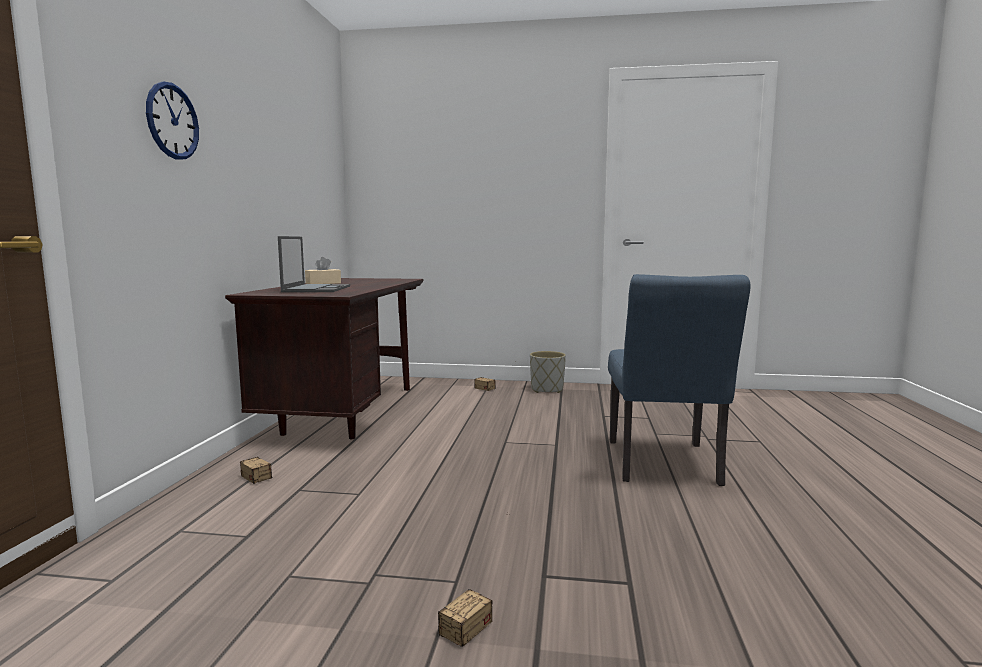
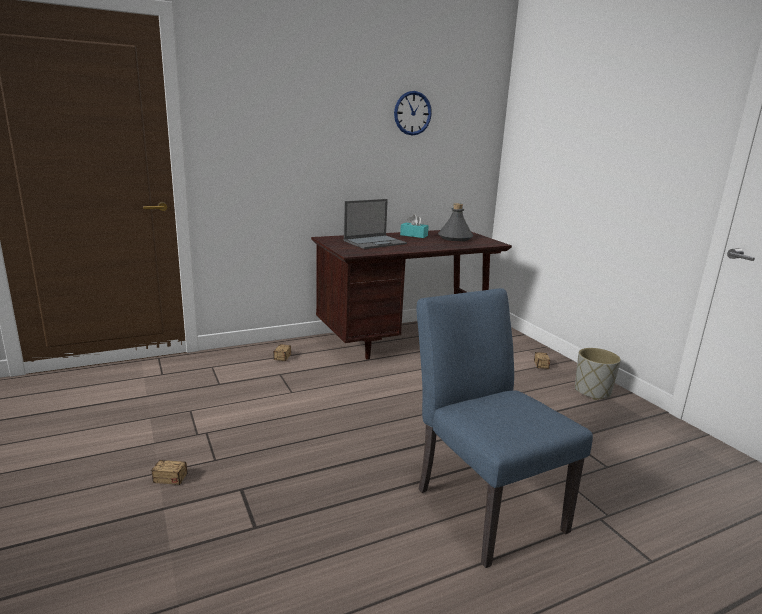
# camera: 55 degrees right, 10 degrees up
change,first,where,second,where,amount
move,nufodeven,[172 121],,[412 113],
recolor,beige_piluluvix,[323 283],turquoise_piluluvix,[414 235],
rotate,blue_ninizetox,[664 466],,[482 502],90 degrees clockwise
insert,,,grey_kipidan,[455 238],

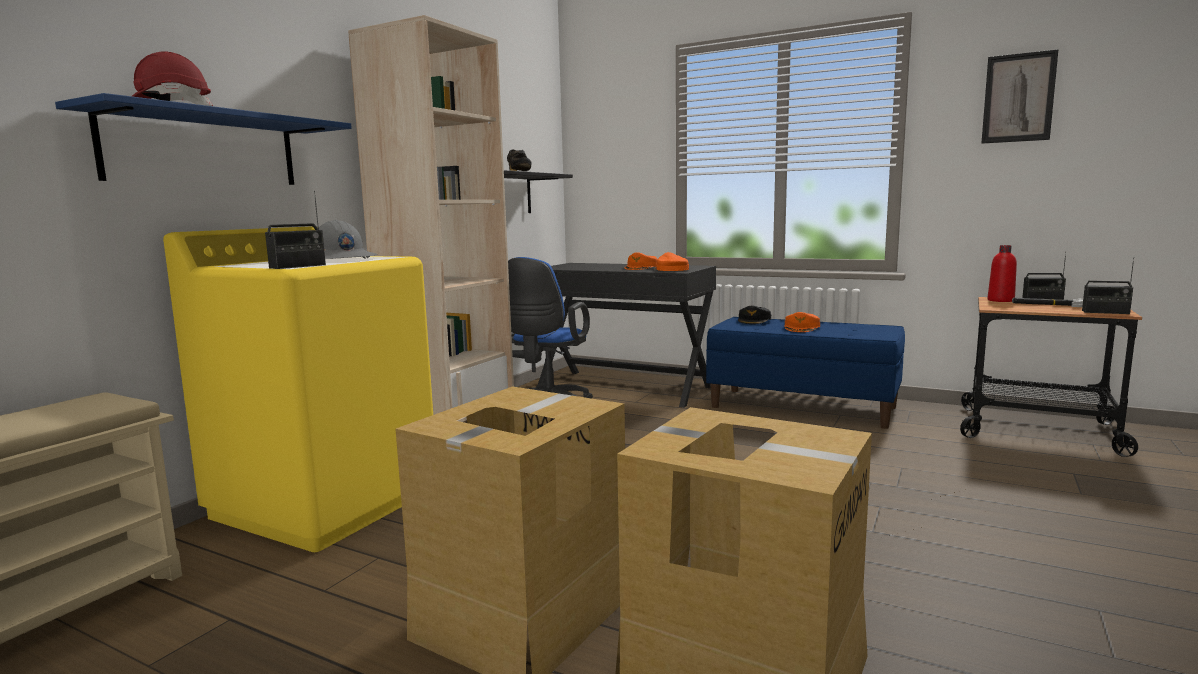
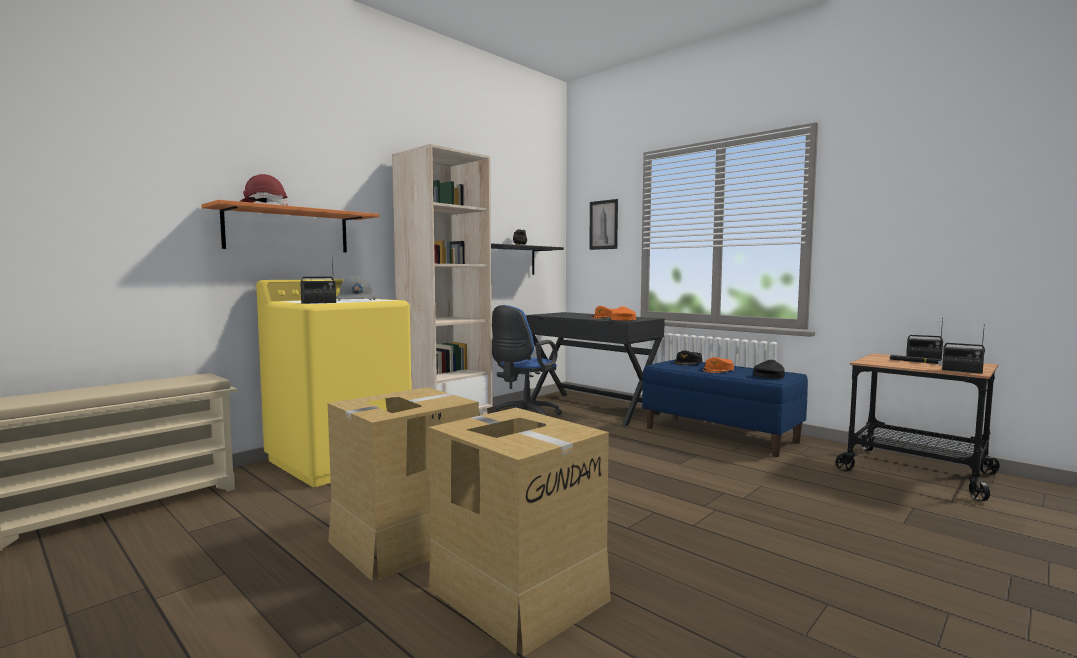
# camera: 15 degrees right, 5 degrees down
change,first,where,second,where,amount
recolor,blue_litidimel,[203 150],orange_litidimel,[288 231],
move,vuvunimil,[1018 98],,[603 225],
insert,,,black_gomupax,[768 376],
delete,red_kipidan,[1000 300],,,

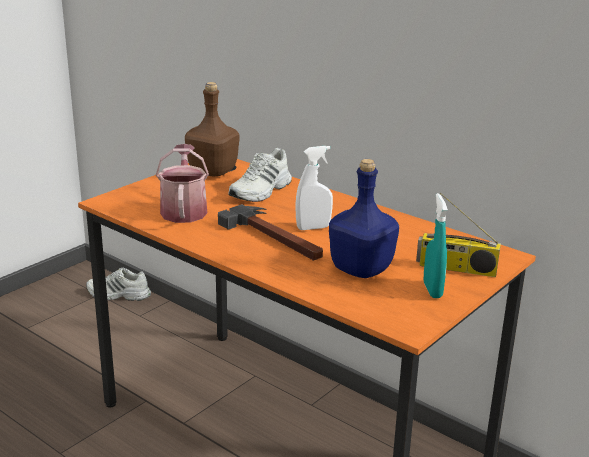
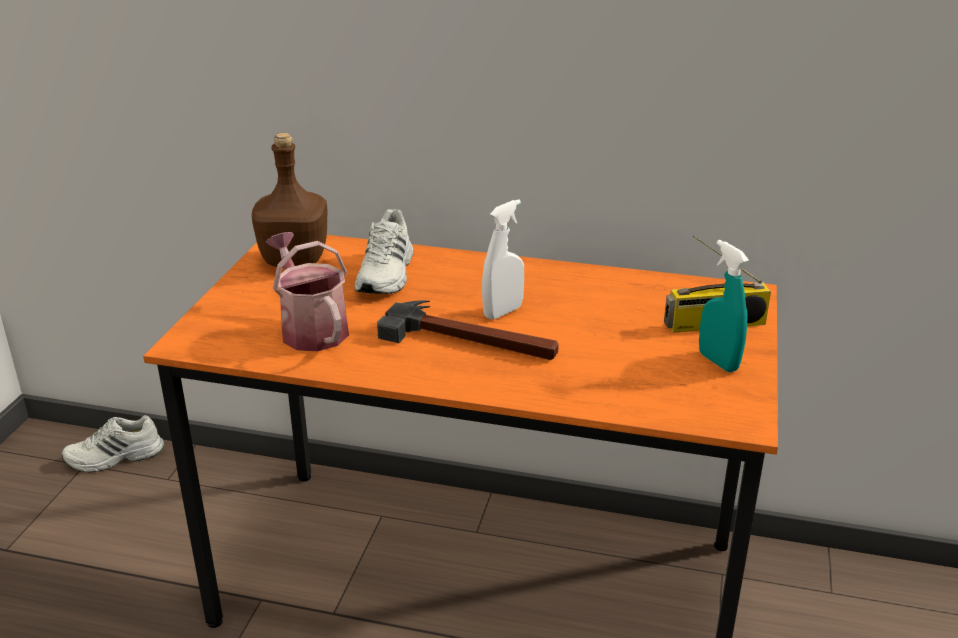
# camera: 25 degrees left, 5 degrees up
change,first,where,second,where,amount
delete,blue_kipidan,[360 269],,,

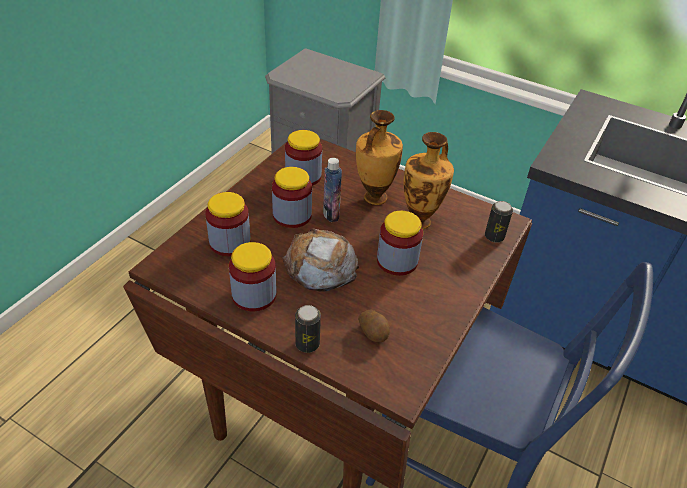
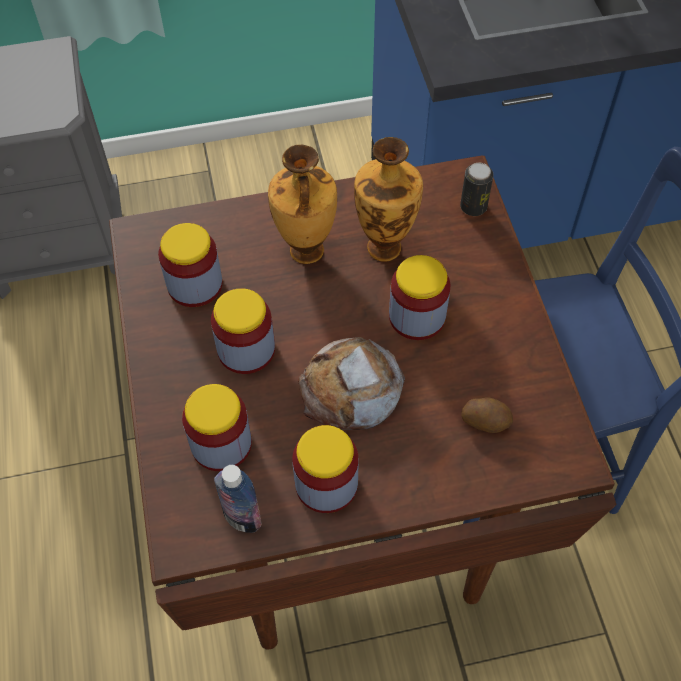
# camera: 40 degrees left, 15 degrees up
change,first,where,second,where,amount
move,kipidan,[331 214],,[242 518],
delete,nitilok,[307 344],,,

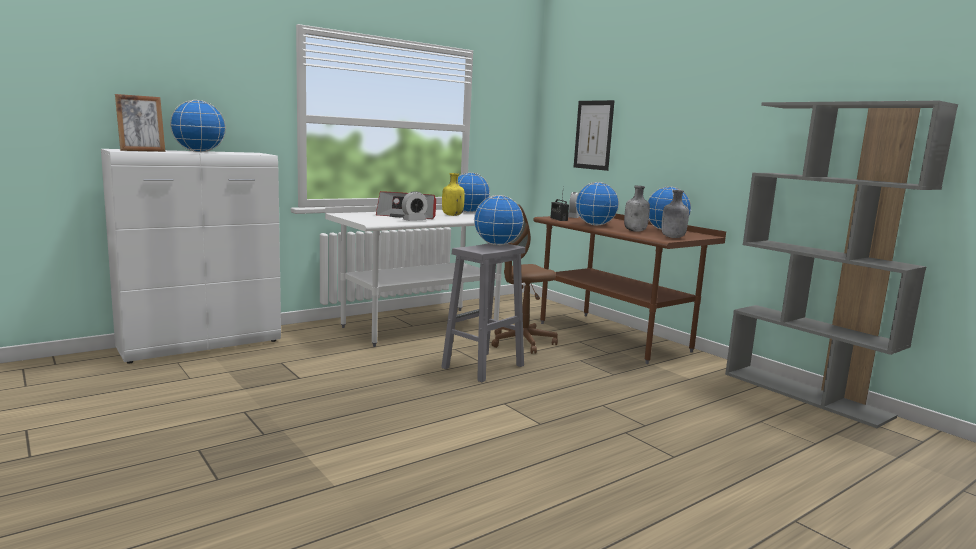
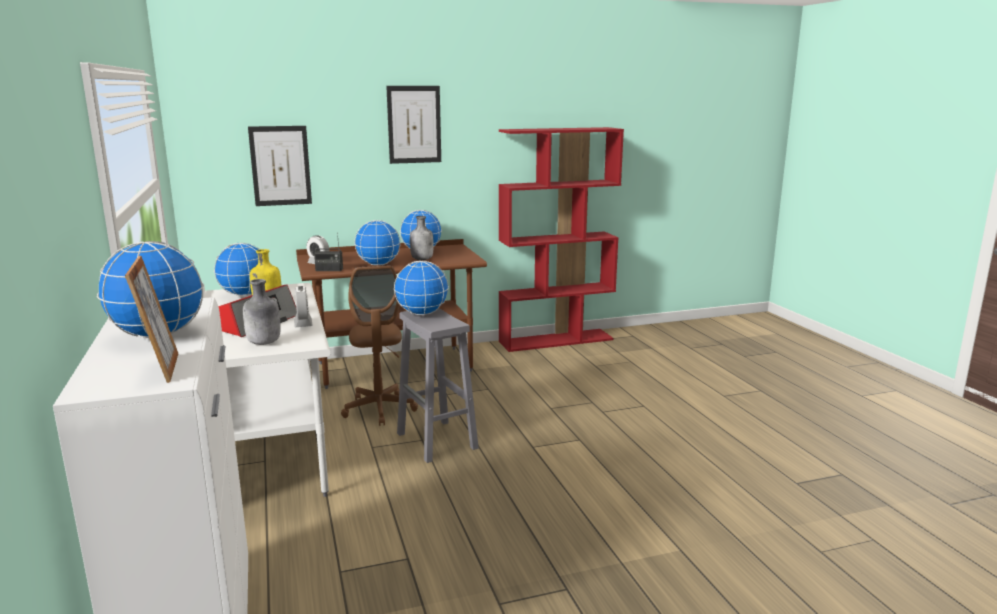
# camera: 70 degrees left, 5 degrees up
change,first,where,second,where,amount
move,grey_kipidan,[672 237],,[264 343],
insert,,,vuvunimil,[414 124],
recolor,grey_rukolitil,[806 394],red_rukolitil,[556 340],

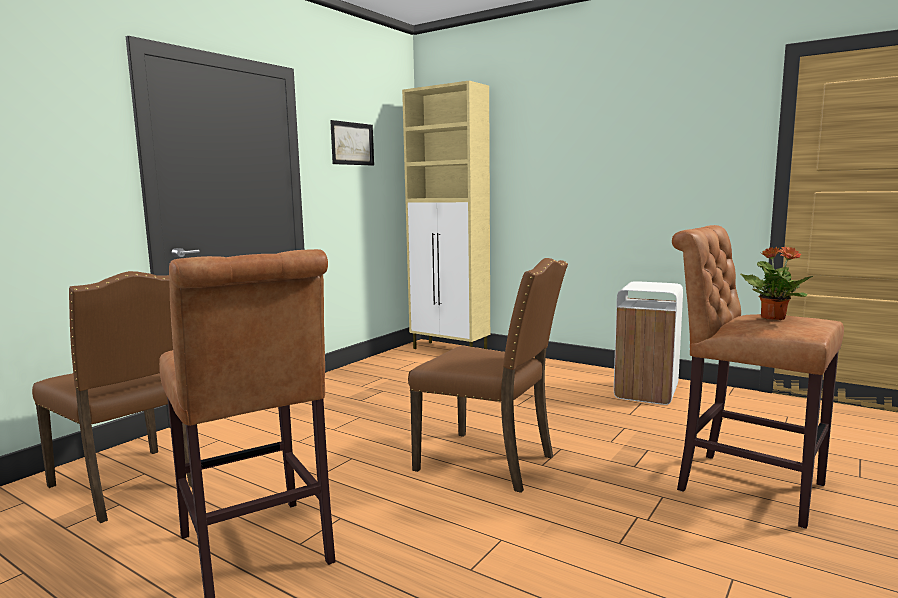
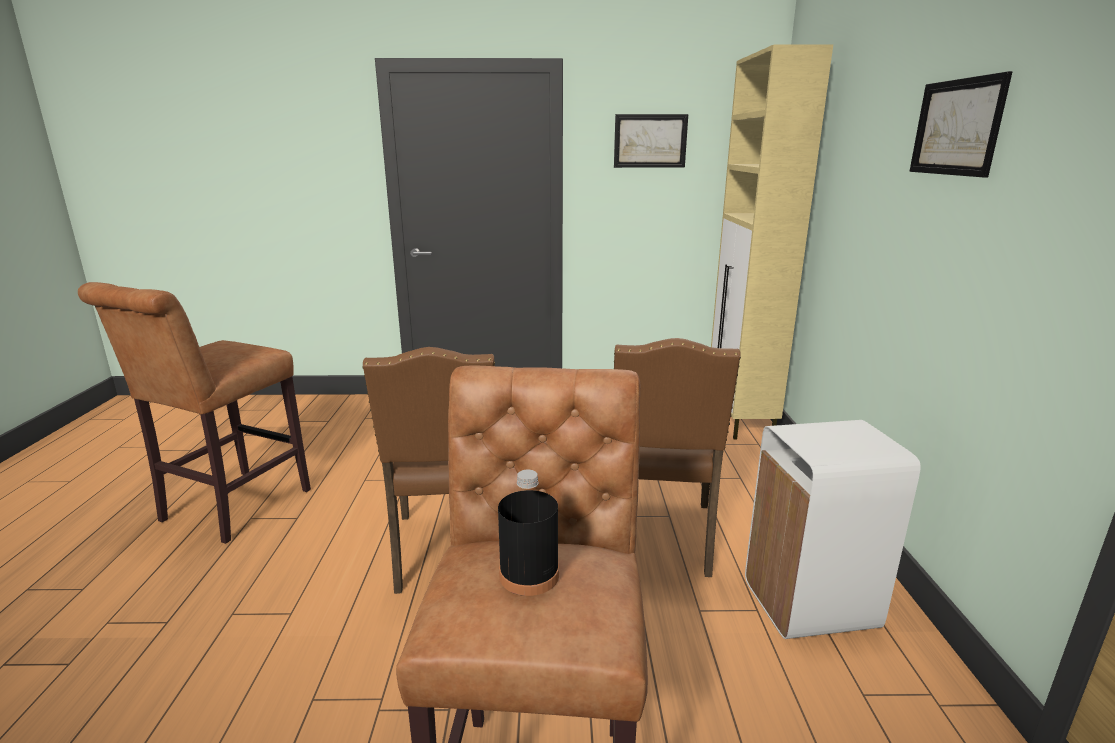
# camera: 55 degrees right, 10 degrees up
change,first,where,second,where,amount
replace,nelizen,[772 318],black_kipidan,[529 575],
move,brown_ninizetox,[128 485],,[657 536],
insert,,,vuvunimil,[956 127],

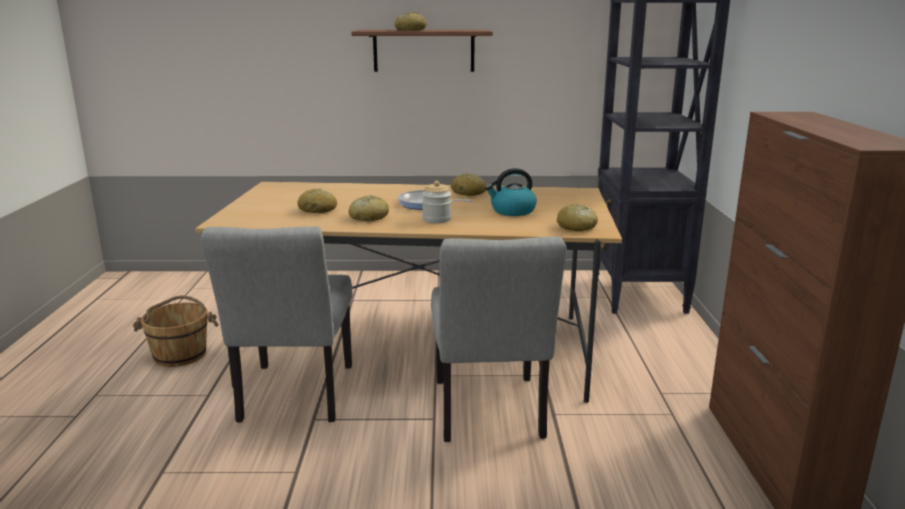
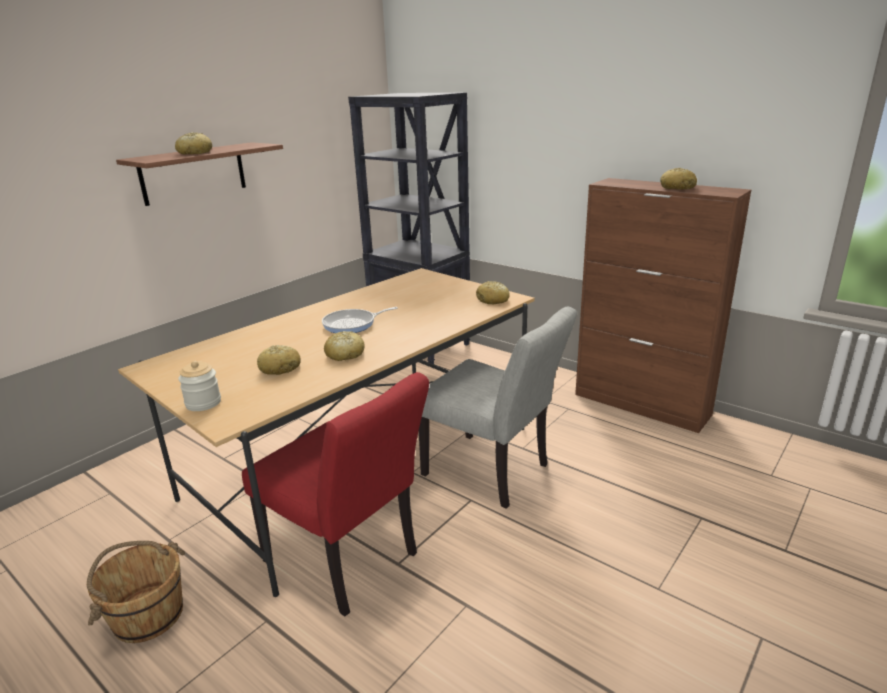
# camera: 50 degrees left, 5 degrees up
change,first,where,second,where,amount
move,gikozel,[436 219],,[203 403],
recolor,grey_ninizetox,[294 398],red_ninizetox,[349 562],
move,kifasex,[469 193],,[677 188],
delete,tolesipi,[512 211],,,

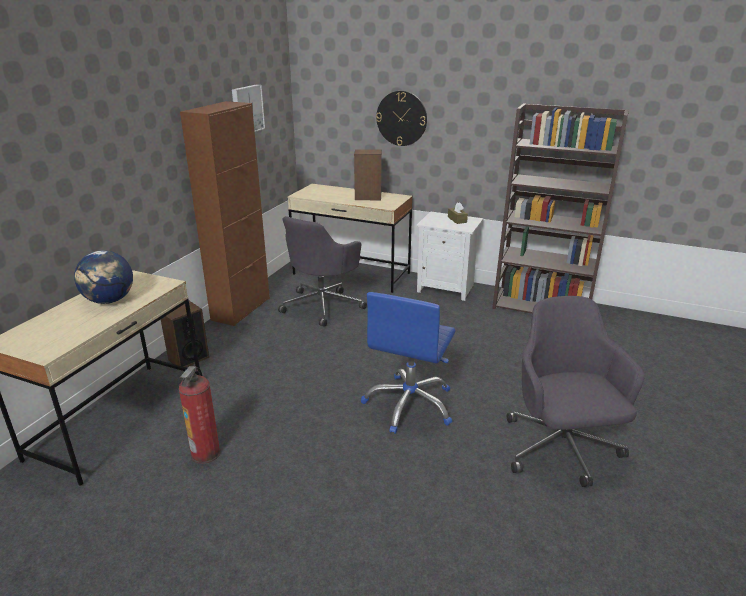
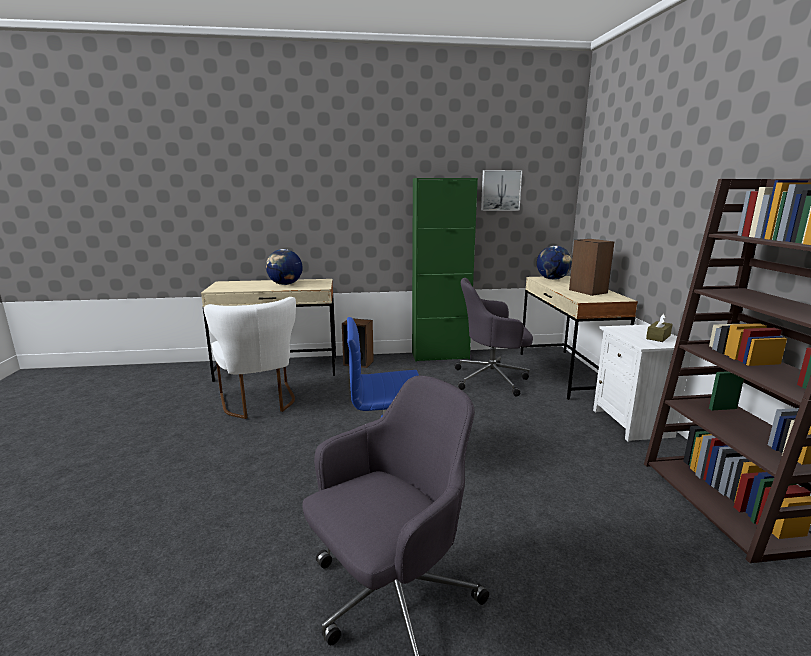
# camera: 60 degrees right, 10 degrees down
change,first,where,second,where,amount
replace,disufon,[206 454],white_ninizetox,[259 403],
recolor,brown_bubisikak,[241 309],green_bubisikak,[440 356],
insert,,,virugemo,[552 279],
delete,nufodeven,[401 118],,,

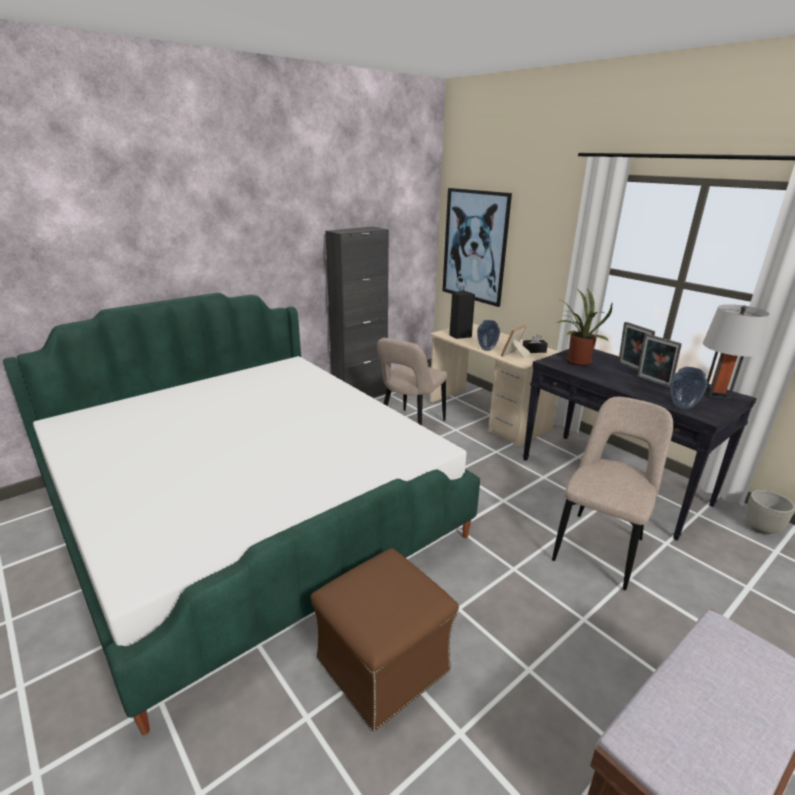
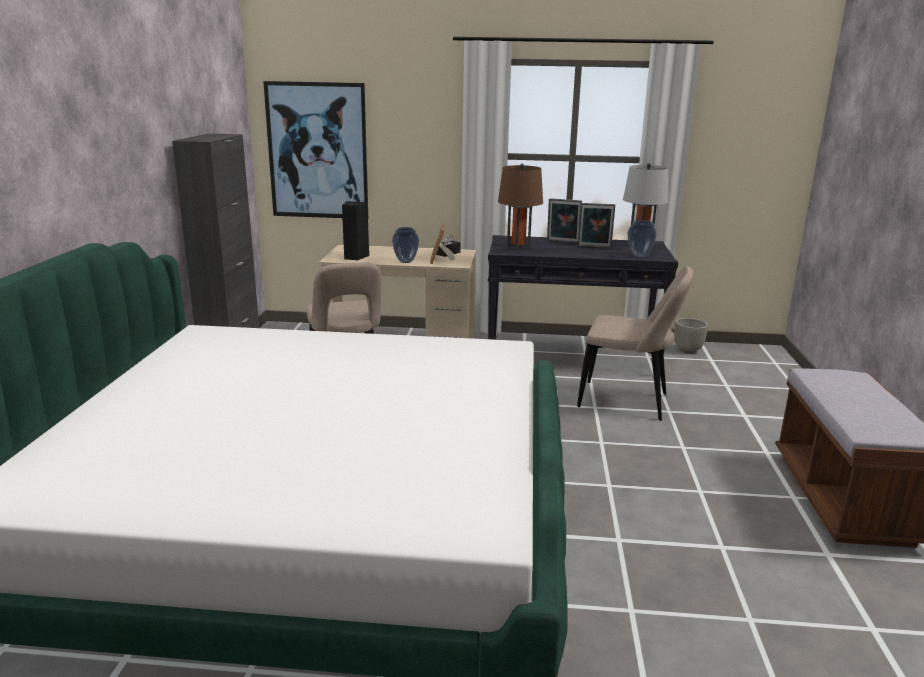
# camera: 45 degrees left, 5 degrees down
change,first,where,second,where,amount
replace,nelizen,[575 361],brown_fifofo,[518 247],
rotate,beige_ninizetox,[600 546],,[627 402],120 degrees clockwise
delete,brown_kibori,[384 663],,,

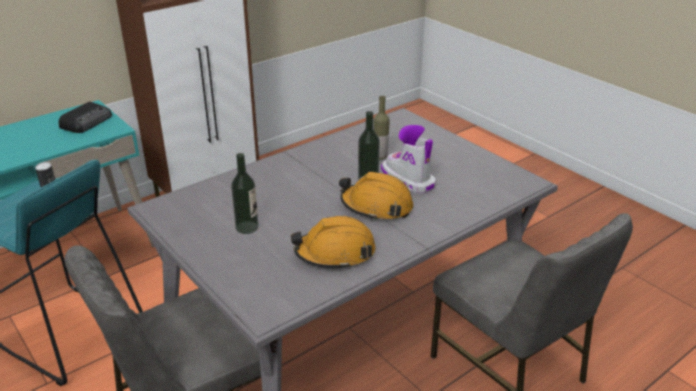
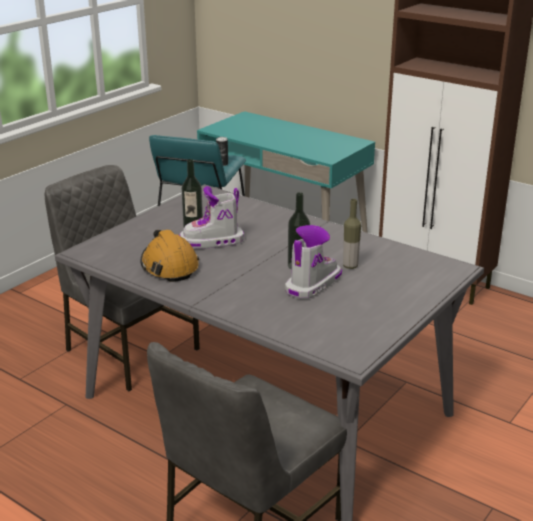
# camera: 75 degrees right, 5 degrees down
change,first,where,second,where,amount
insert,,,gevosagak,[212 242],
delete,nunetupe,[87 122],,,
delete,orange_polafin,[376 206],,,

